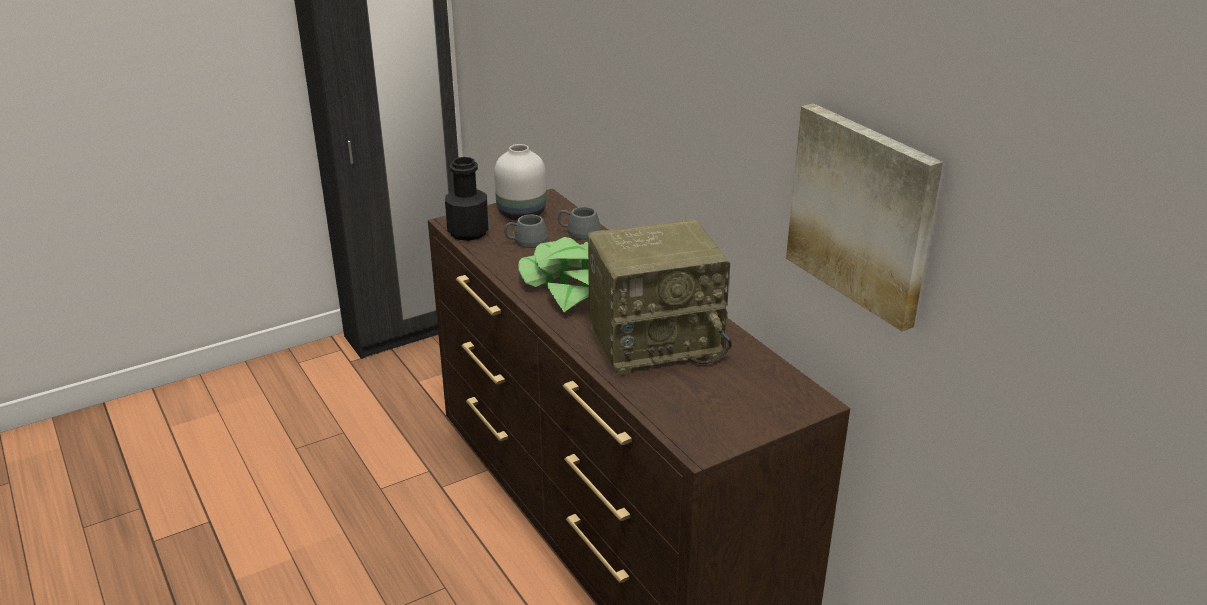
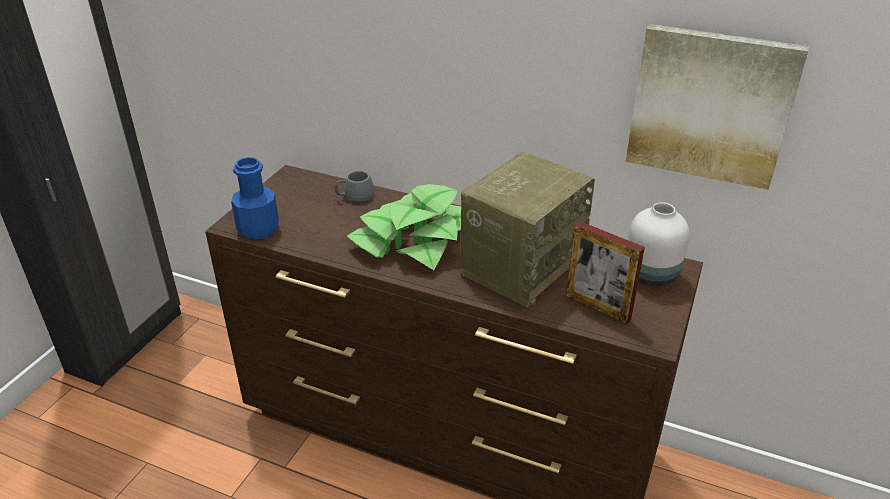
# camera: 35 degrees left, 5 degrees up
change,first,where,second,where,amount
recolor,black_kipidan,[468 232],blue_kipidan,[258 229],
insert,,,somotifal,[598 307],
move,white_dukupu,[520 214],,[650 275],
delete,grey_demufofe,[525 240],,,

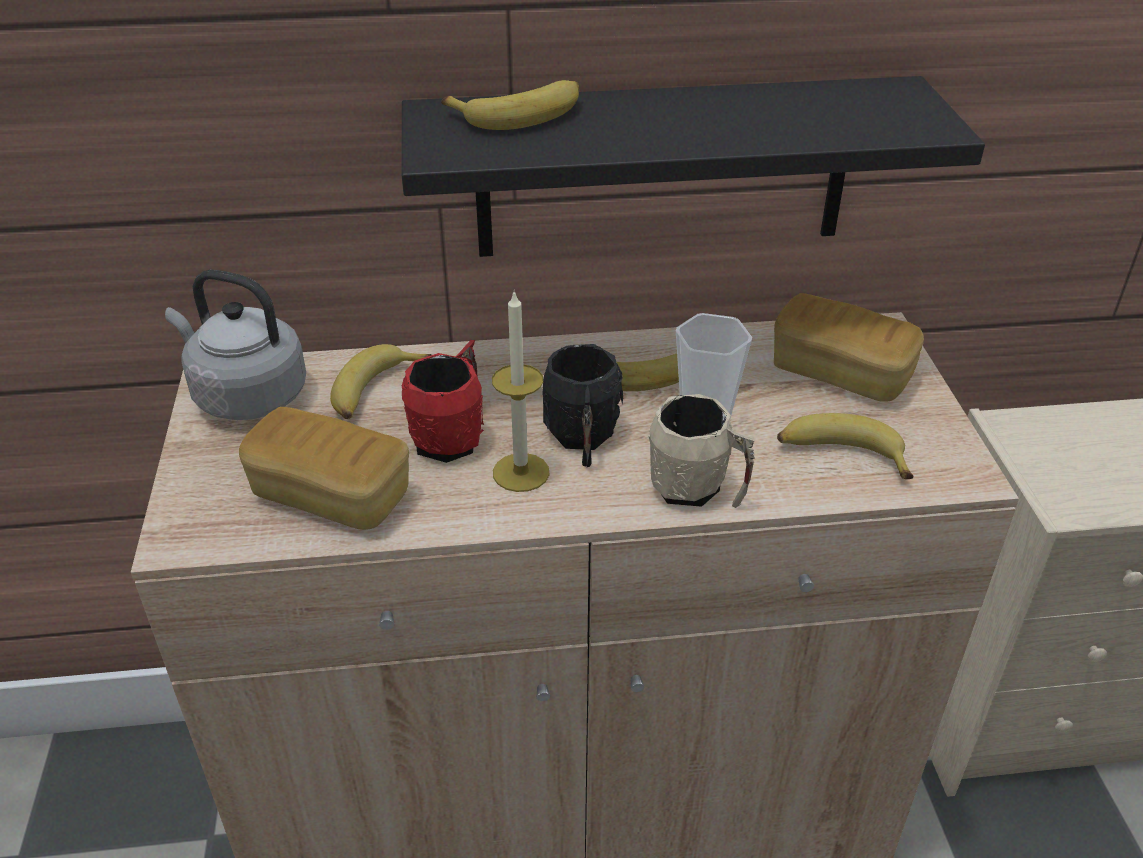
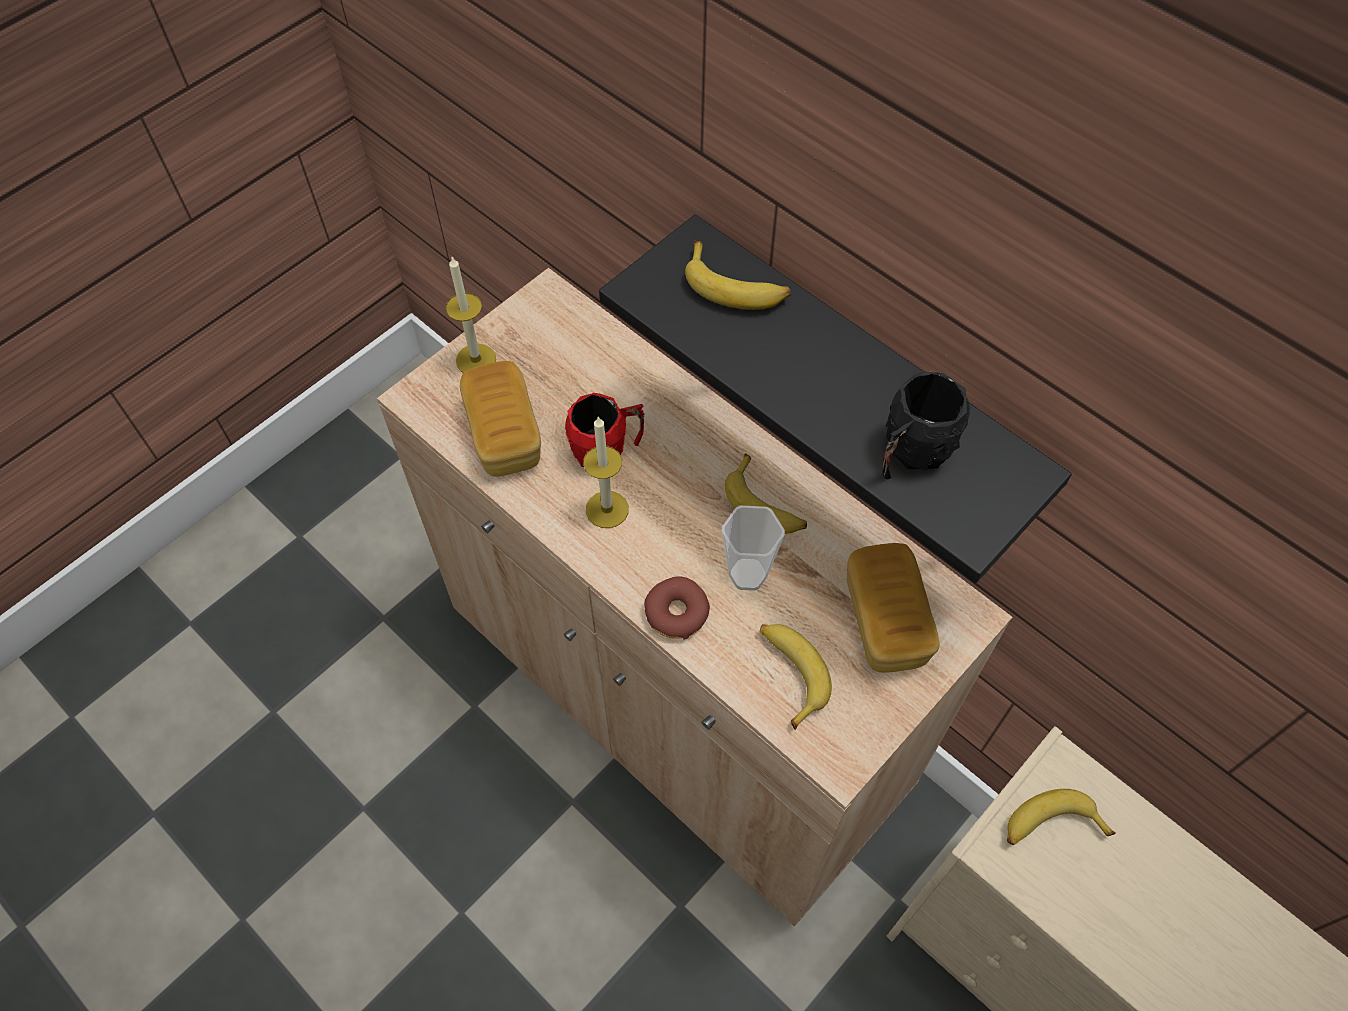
# camera: 50 degrees right, 20 degrees up
change,first,where,second,where,amount
insert,,,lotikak,[476 360],
replace,beige_demufofe,[698 490],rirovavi,[677 613],
move,black_demufofe,[582 439],,[910 453],
move,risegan,[375 392],,[1050 826],
delete,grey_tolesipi,[245 395],,,

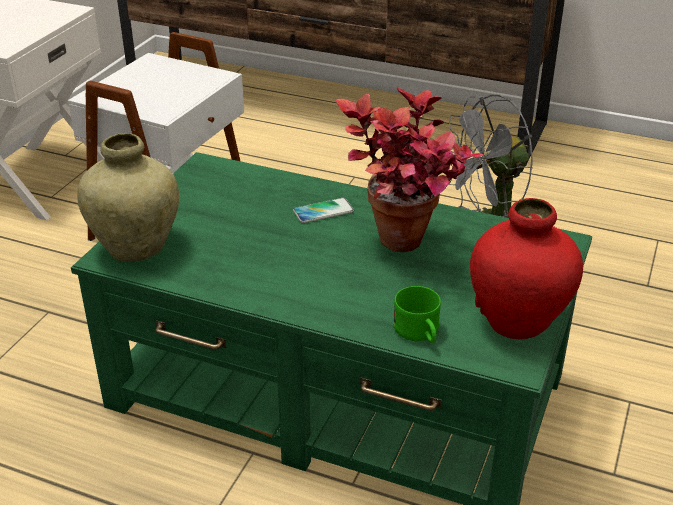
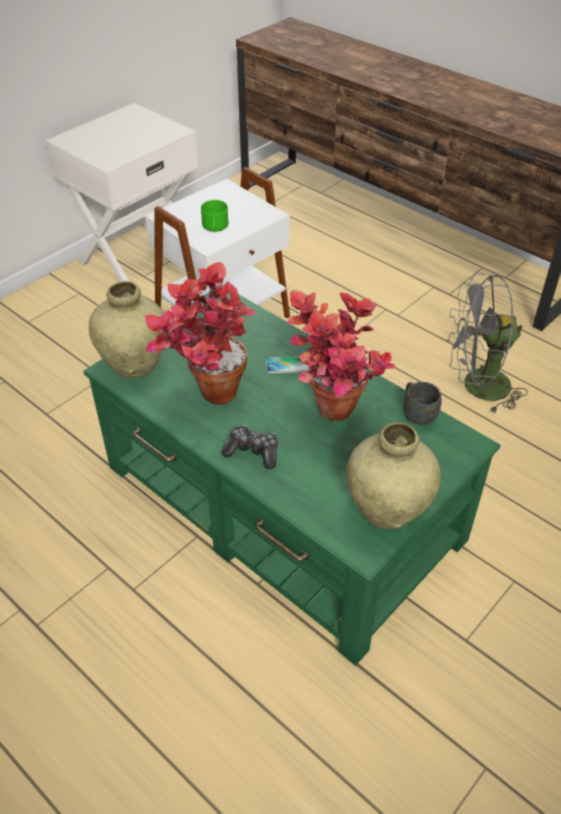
# camera: 20 degrees right, 10 degrees up
change,first,where,second,where,amount
insert,,,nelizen,[206 397],
move,green_demufofe,[419 333],,[215 228],
insert,,,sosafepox,[252 452],
recolor,red_dukupu,[517 322],beige_dukupu,[387 511],
insert,,,grey_demufofe,[417 413],

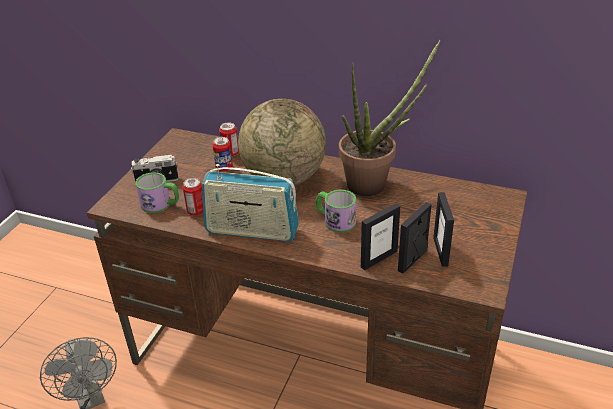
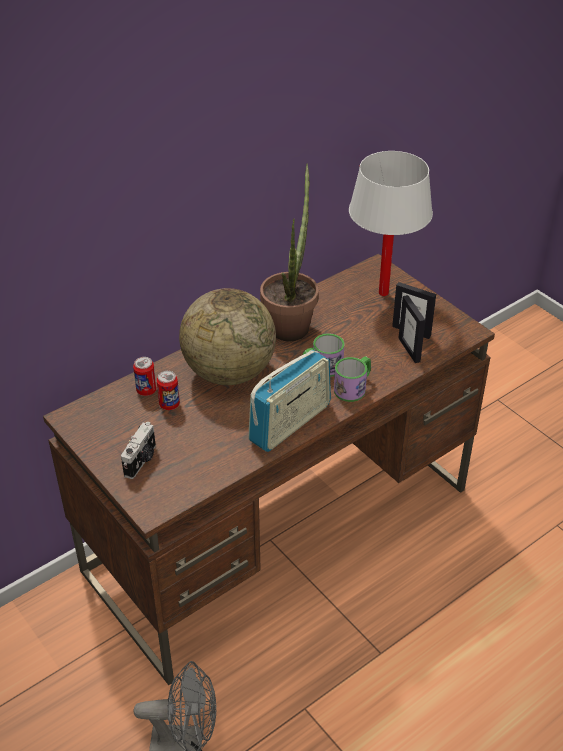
# camera: 60 degrees left, 5 degrees up
change,first,where,second,where,amount
move,demufofe,[161 204],,[353 387],
insert,,,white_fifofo,[383 293],
delete,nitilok,[196 211],,,
delete,somotifal,[378 259],,,

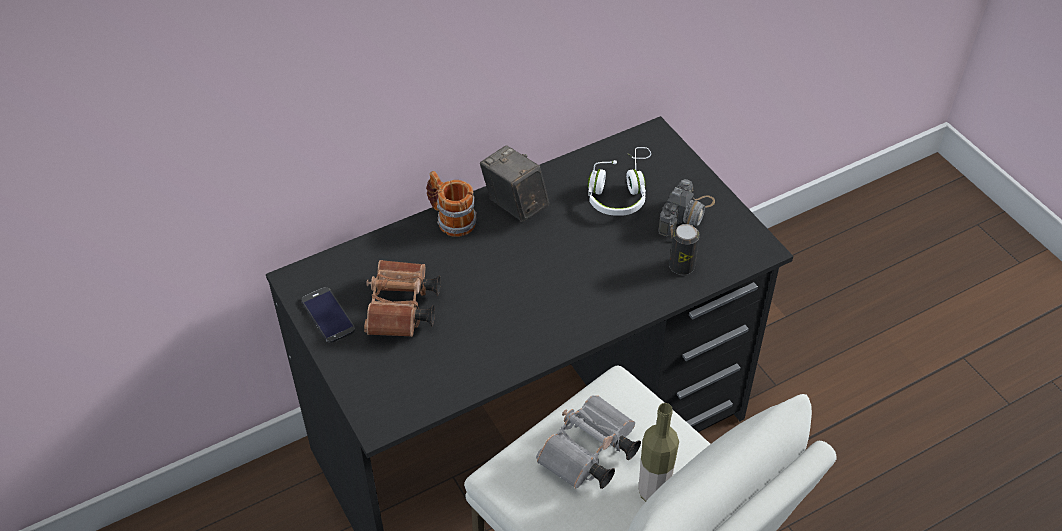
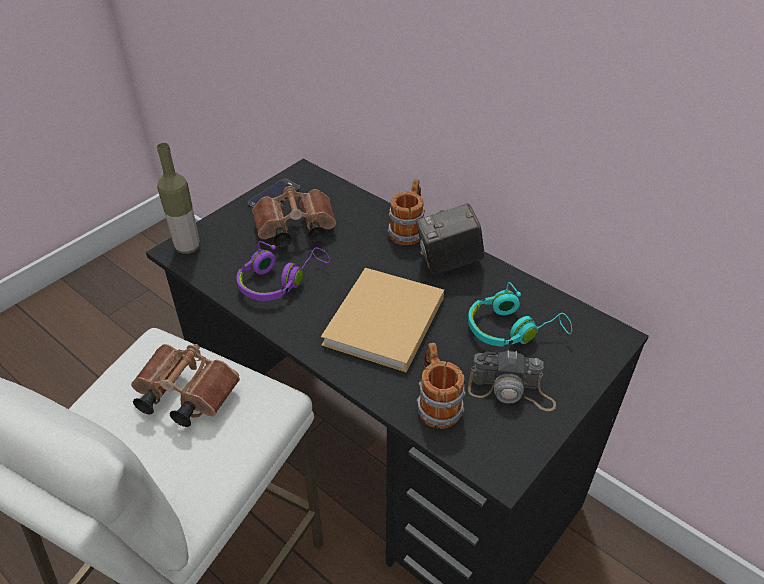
# camera: 70 degrees right, 5 degrees down
change,first,where,second,where,amount
recolor,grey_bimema,[588 455],brown_bimema,[183 395],
move,kipidan,[653 492],,[187 247],
insert,,,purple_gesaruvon,[280 280],
insert,,,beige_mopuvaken,[383 324],
replace,nitilok,[681 266],demufofe,[436 402],
rotate,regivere,[515 205],,[449 262],135 degrees counterclockwise
recolor,white_gesaruvon,[619 192],turquoise_gesaruvon,[512 329],

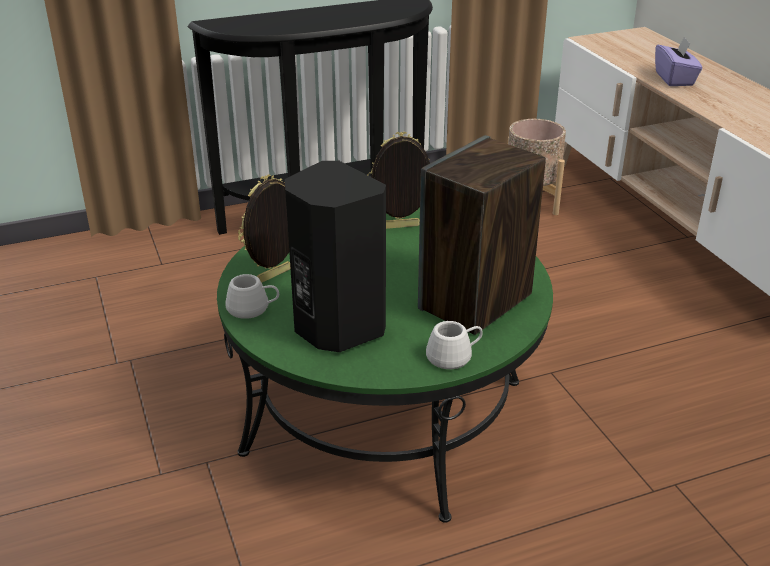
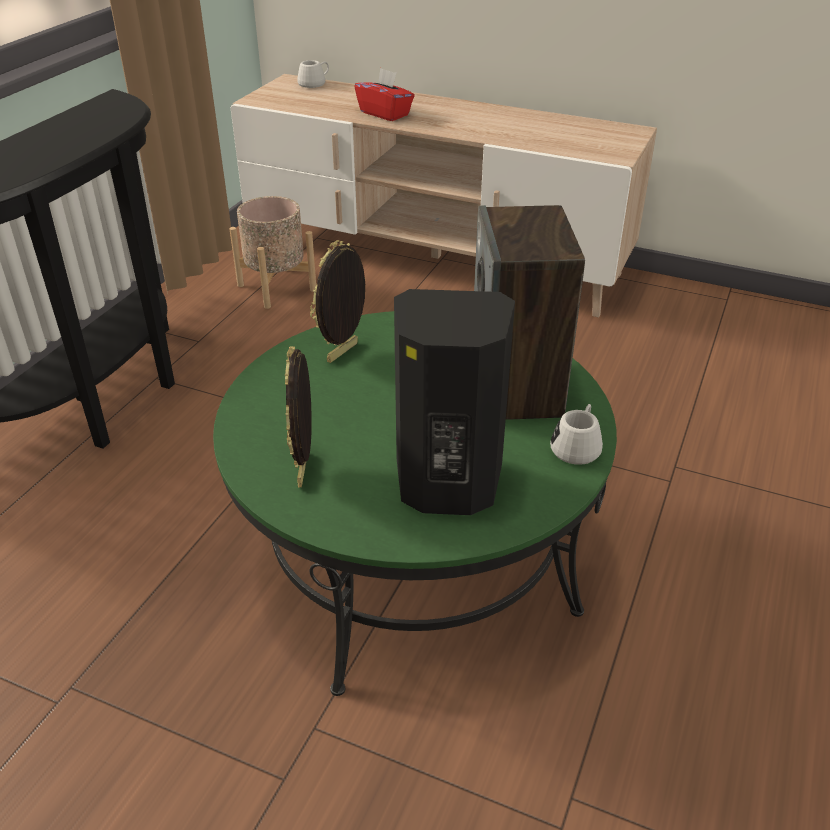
# camera: 45 degrees left, 5 degrees up
change,first,where,second,where,amount
move,white_demufofe,[253 308],,[314 83],
recolor,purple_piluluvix,[675 79],red_piluluvix,[385 113],

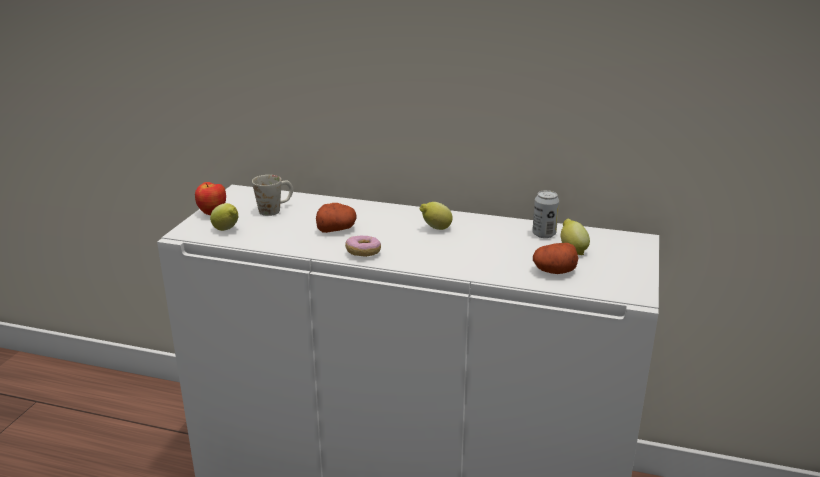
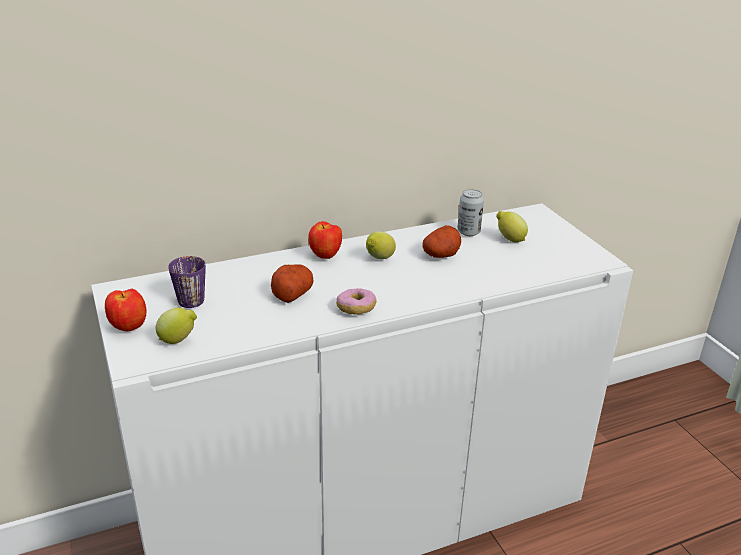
# camera: 40 degrees left, 5 degrees up
change,first,where,second,where,amount
recolor,white_demufofe,[275 209],purple_demufofe,[194 296],
insert,,,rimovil,[325 256],
move,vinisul,[554 271],,[441 255],

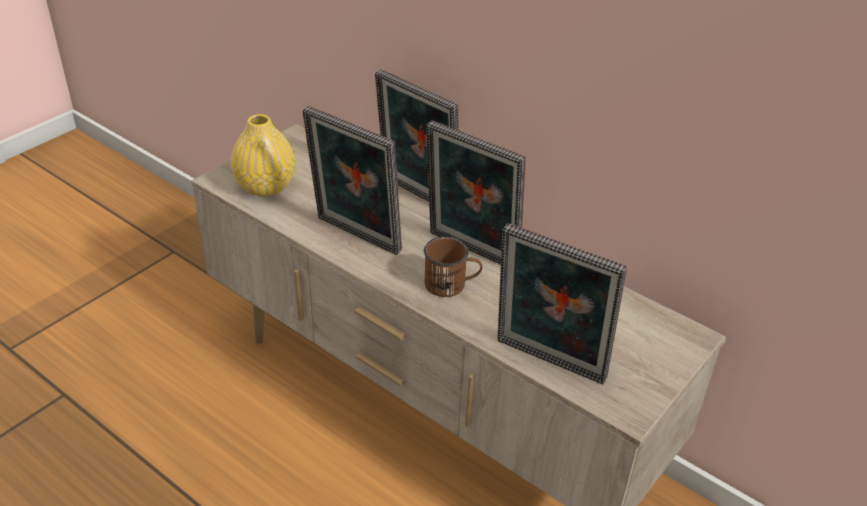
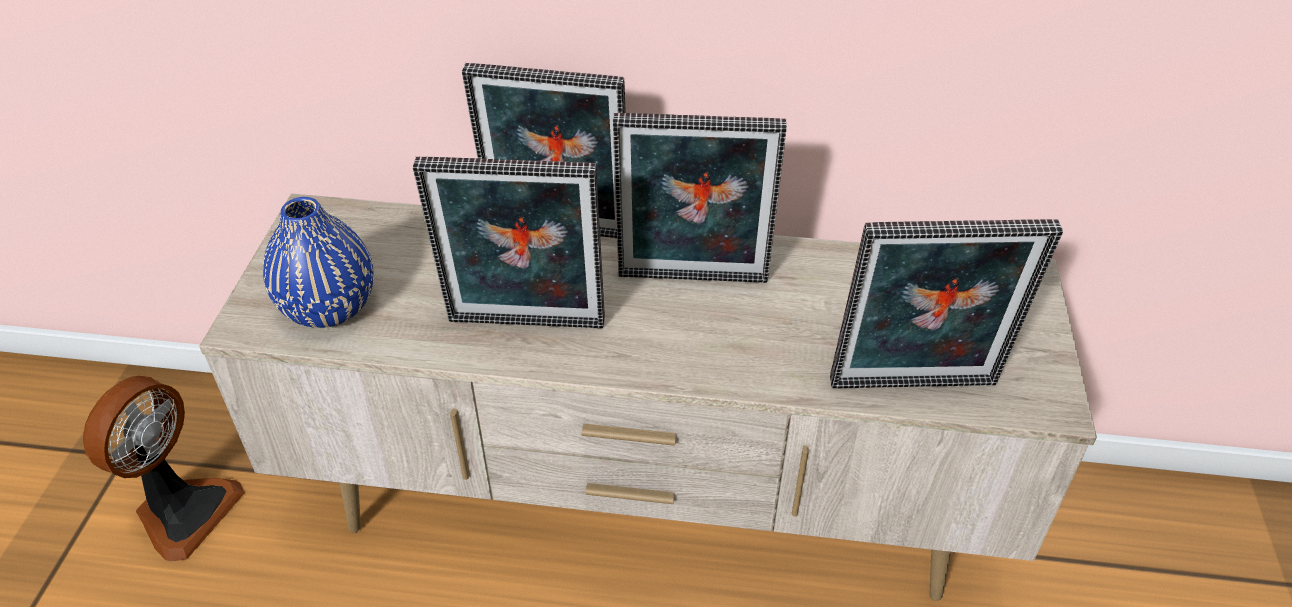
# camera: 30 degrees left, 5 degrees up
change,first,where,second,where,amount
insert,,,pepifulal,[183 511],
recolor,yellow_dukupu,[265 187],blue_dukupu,[329 308],
delete,brown_demufofe,[451 285],,,

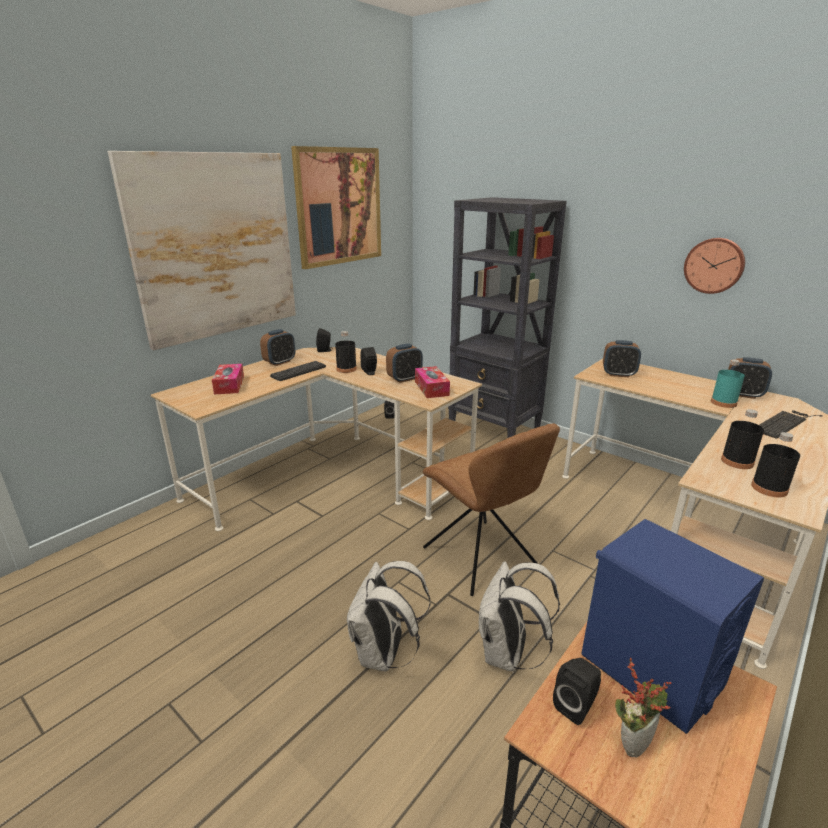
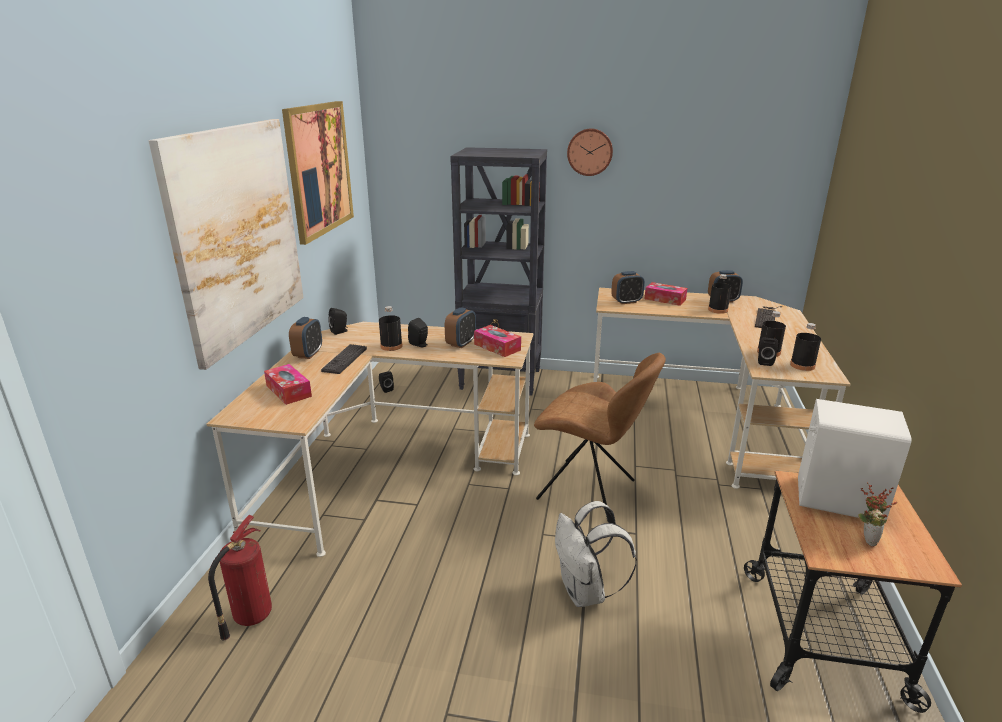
# camera: 30 degrees left, 0 degrees up
change,first,where,second,where,amount
insert,,,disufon,[250 617],
move,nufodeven,[714 265],,[590 152],
insert,,,piluluvix,[665 299],
recolor,turquoise_kipidan,[723 403],black_kipidan,[718 310],
move,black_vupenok,[576 705],,[764 362],
recolor,blue_vupenok,[650 670],white_vupenok,[838 499],
delete,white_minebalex,[507 654],,,

